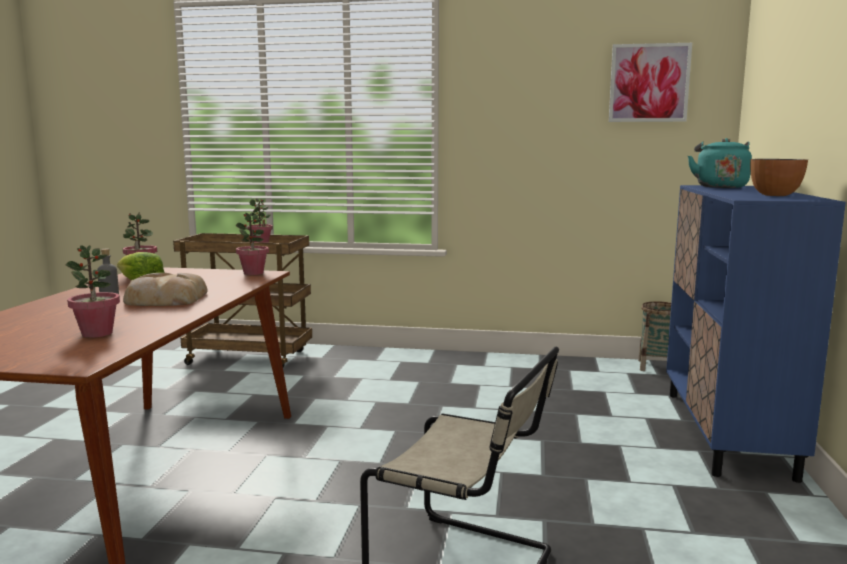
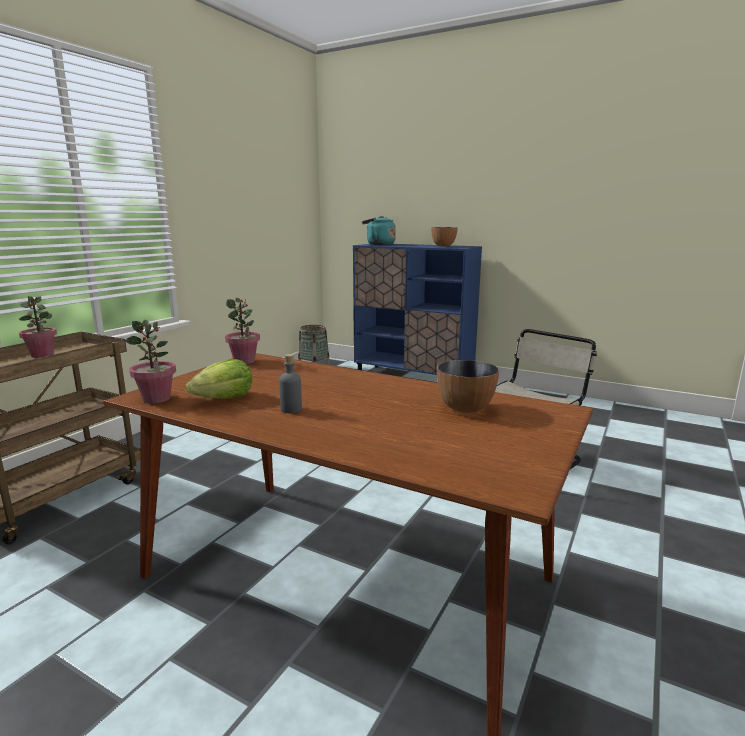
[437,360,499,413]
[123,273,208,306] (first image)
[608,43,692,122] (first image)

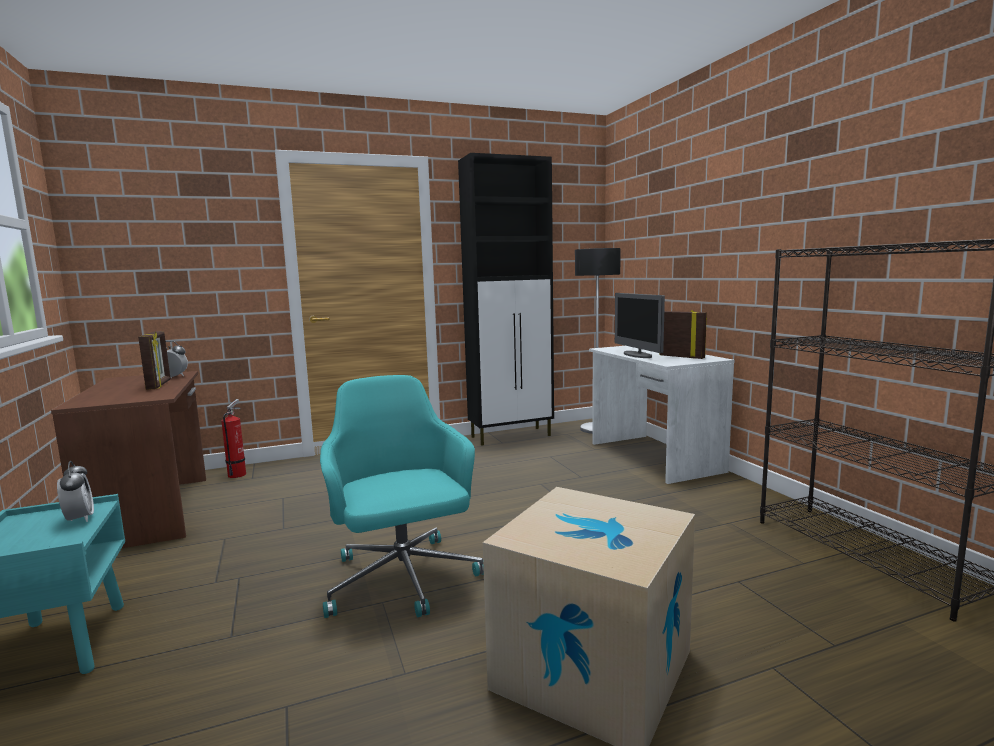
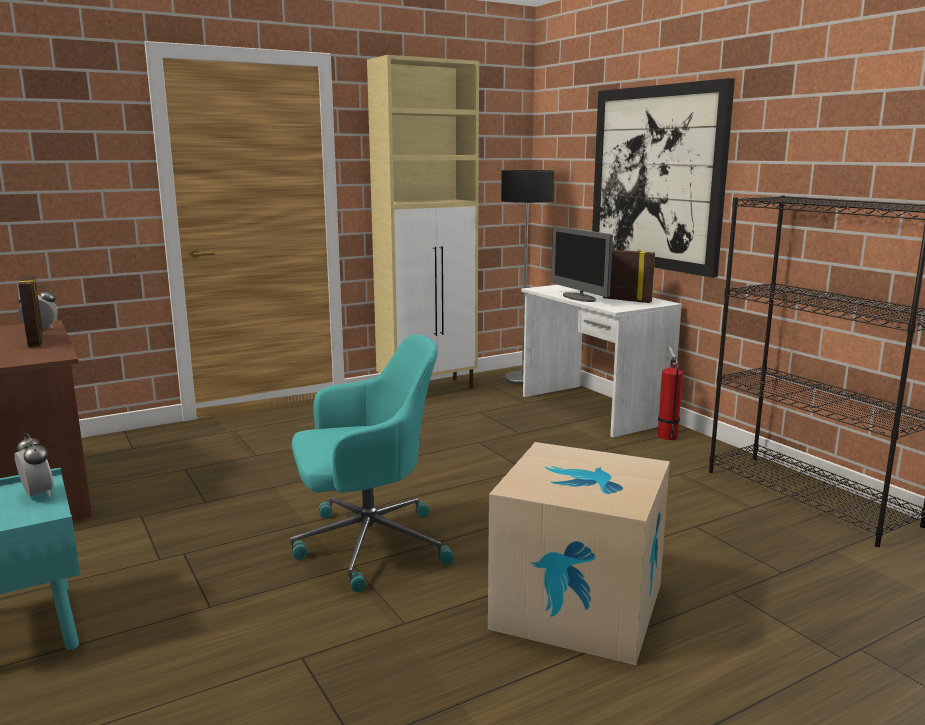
[658,347,683,440]
[290,334,454,592]
[367,55,479,388]
[592,78,735,278]

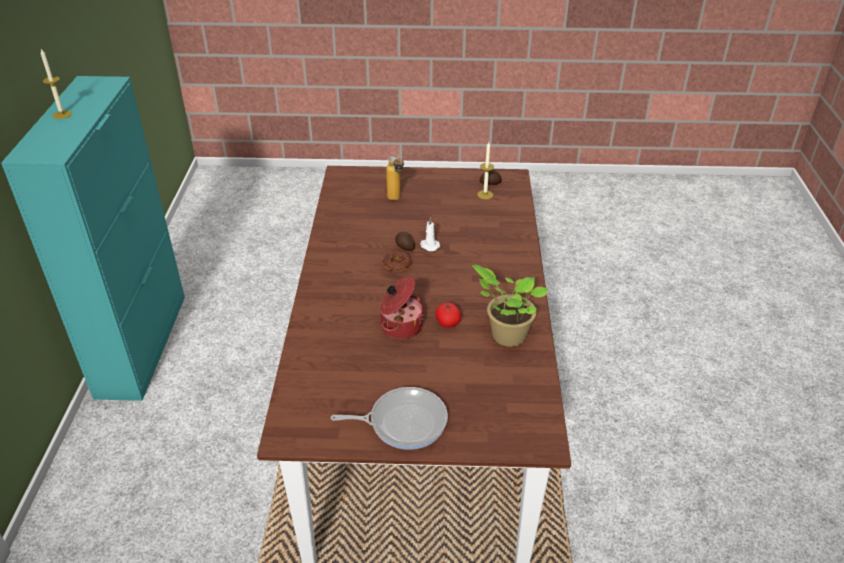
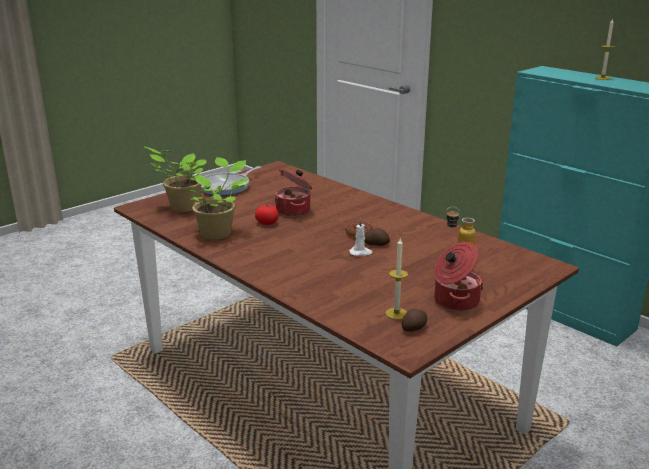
[145,147,206,212]
[434,242,483,311]

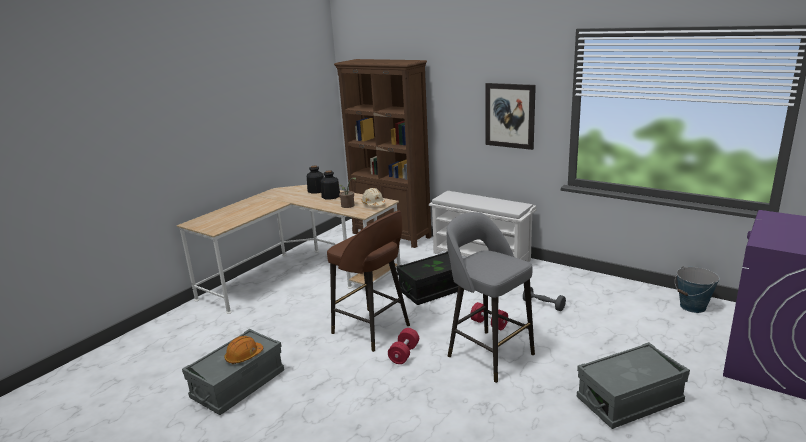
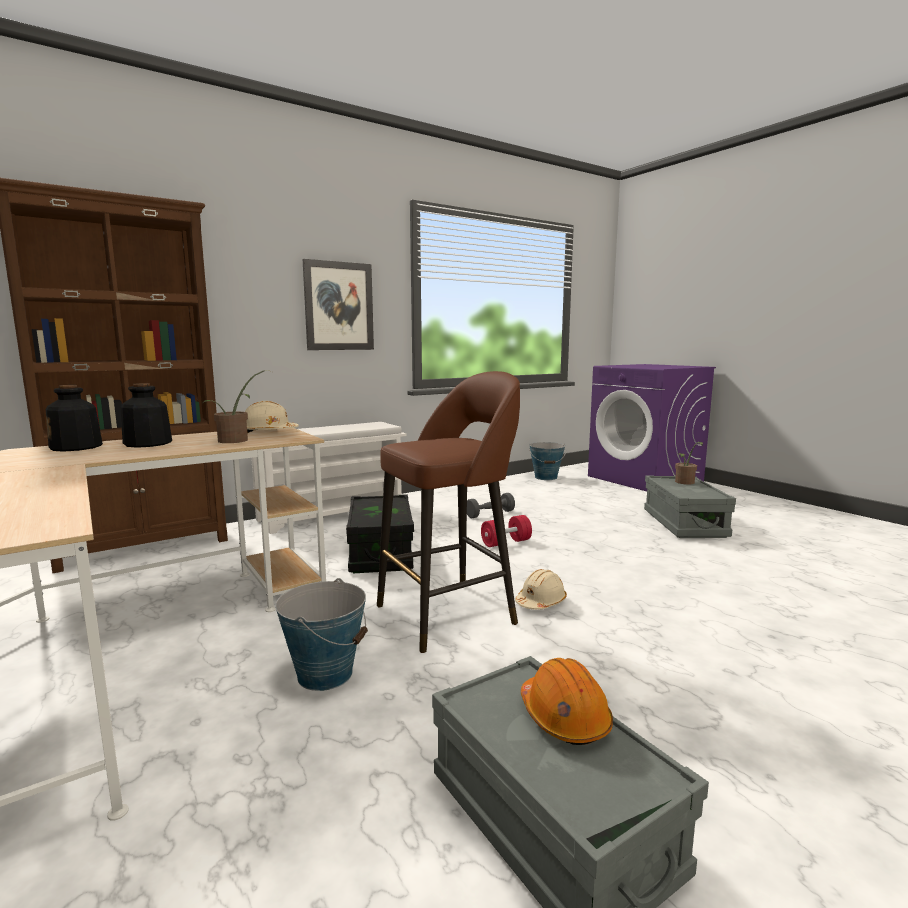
[515,569,567,610]
[447,212,535,383] (first image)
[275,578,368,691]
[675,442,703,485]

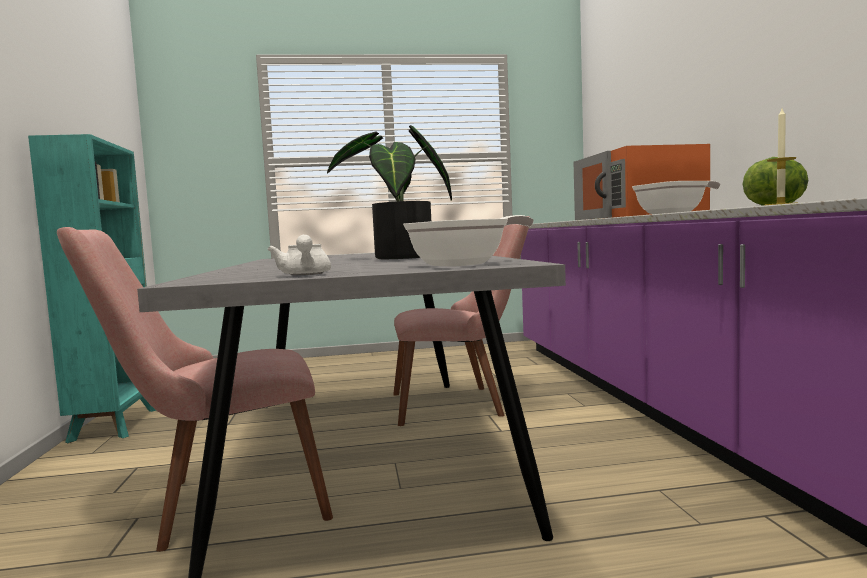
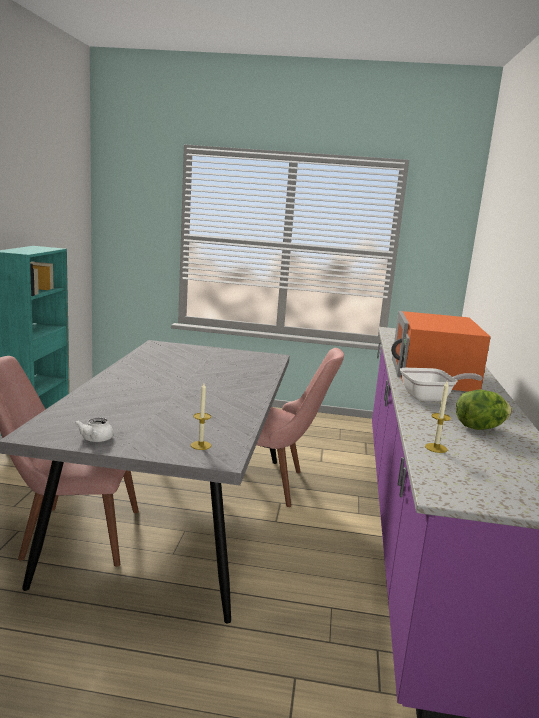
[327,125,452,259] (first image)
[191,383,211,450]

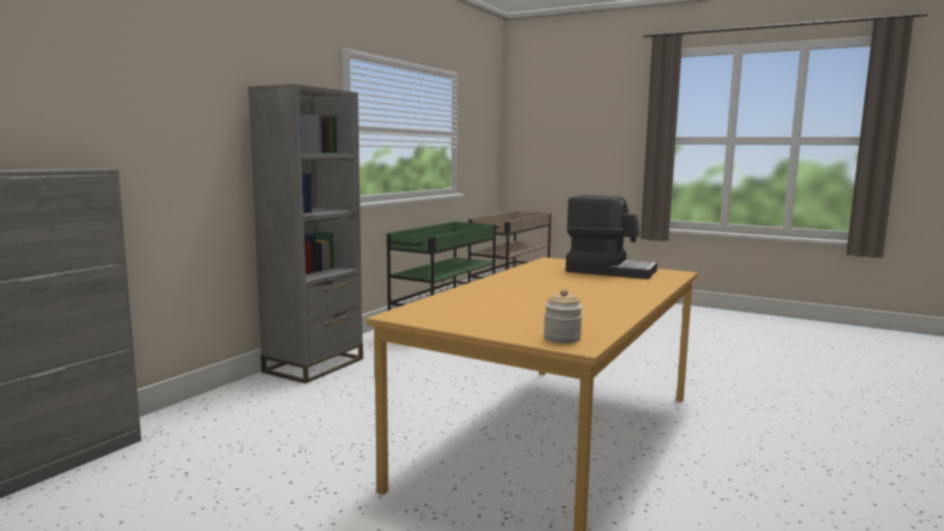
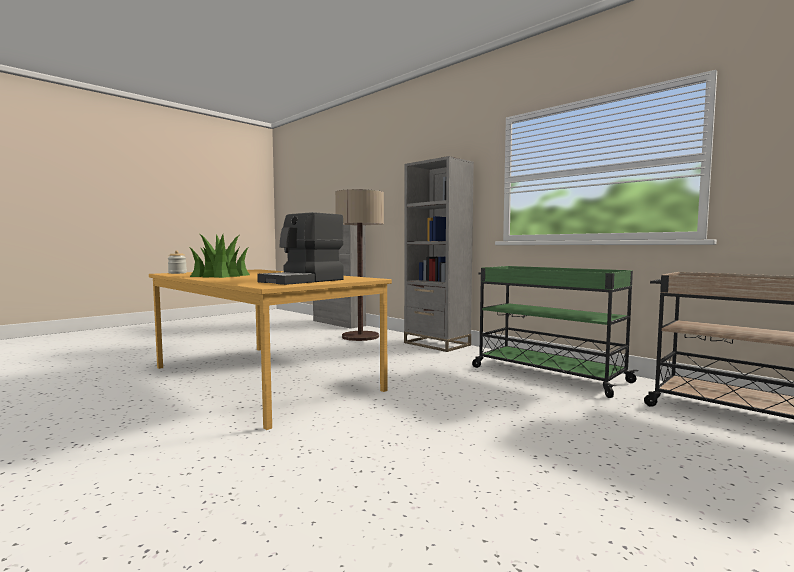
[190,234,250,278]
[335,189,384,341]

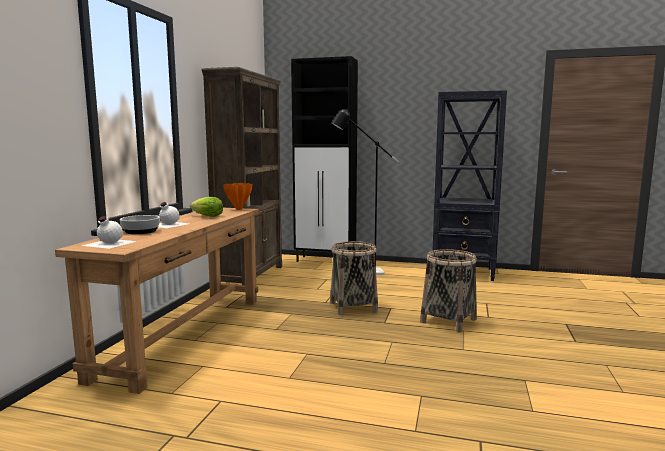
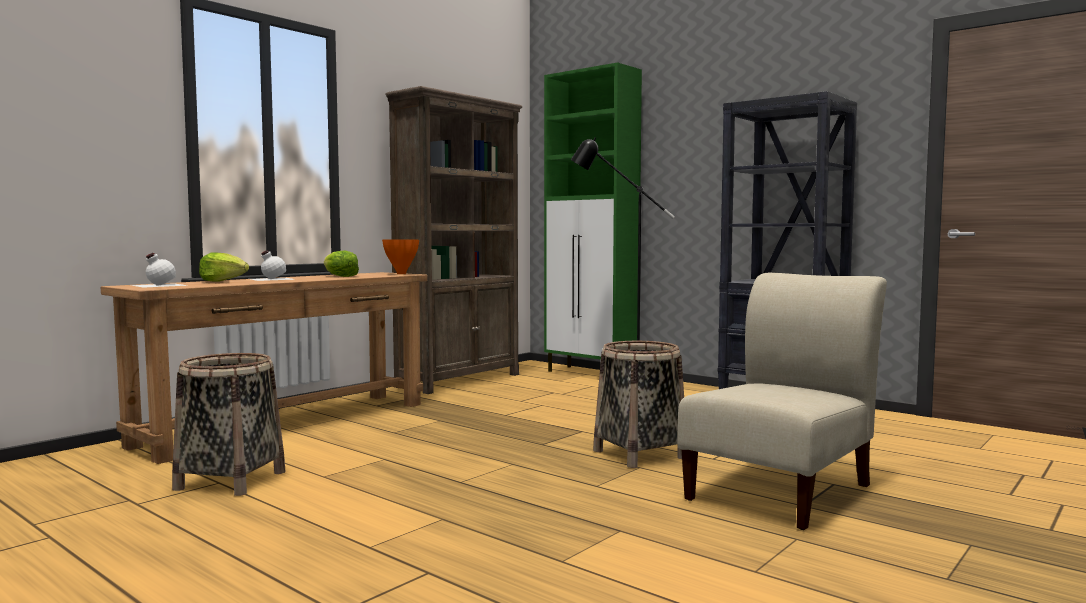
[199,252,249,282]
[544,62,642,372]
[172,353,285,496]
[678,272,887,530]

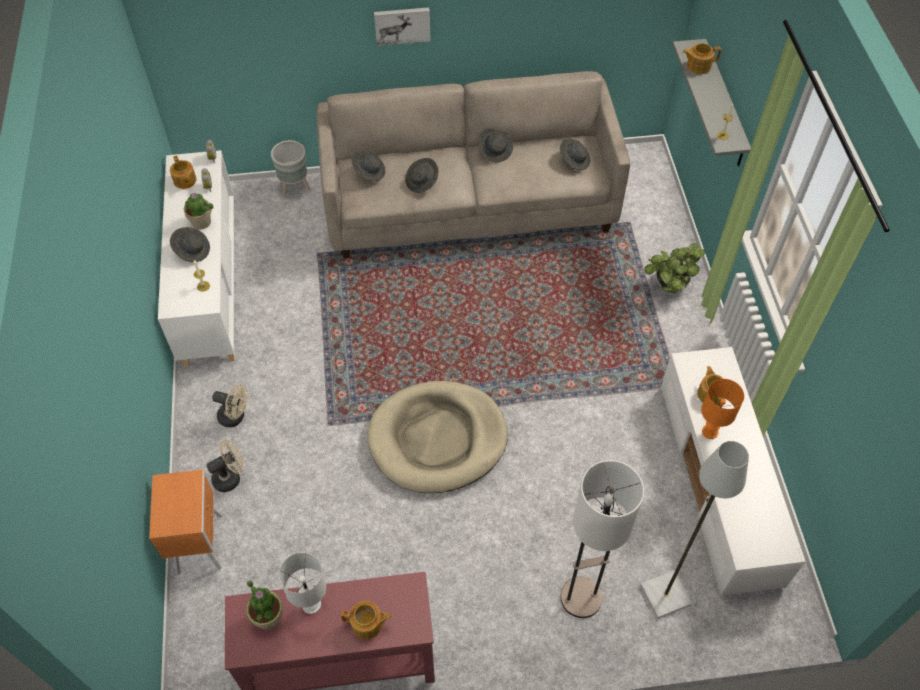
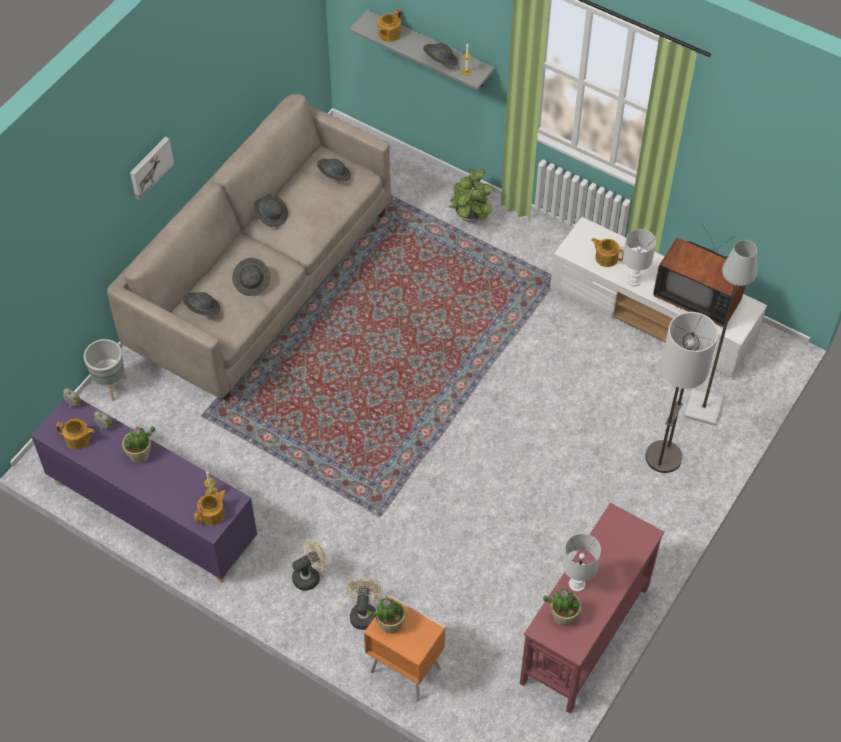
[31,399,257,583]
[423,43,458,66]
[194,490,226,526]
[367,381,508,493] (first image)
[623,229,656,286]
[368,597,405,633]
[653,226,745,327]

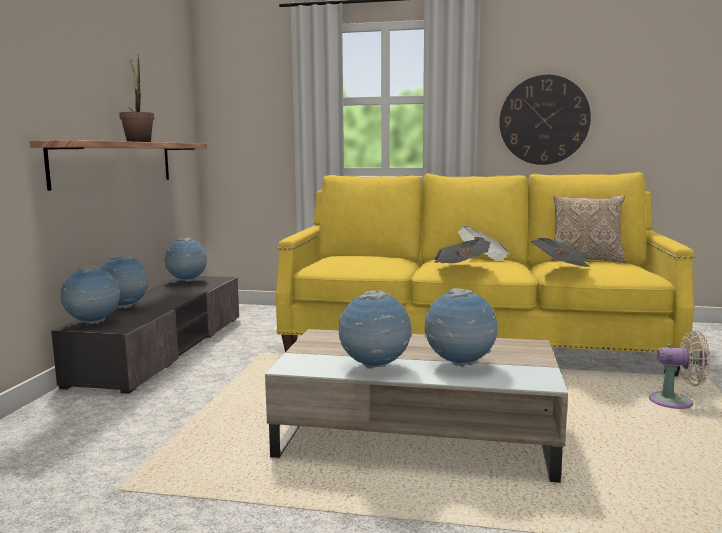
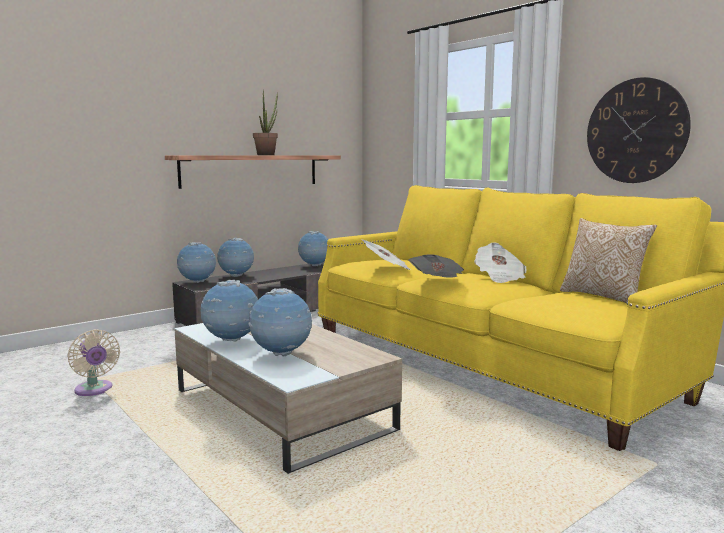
[361,239,410,270]
[67,329,120,396]

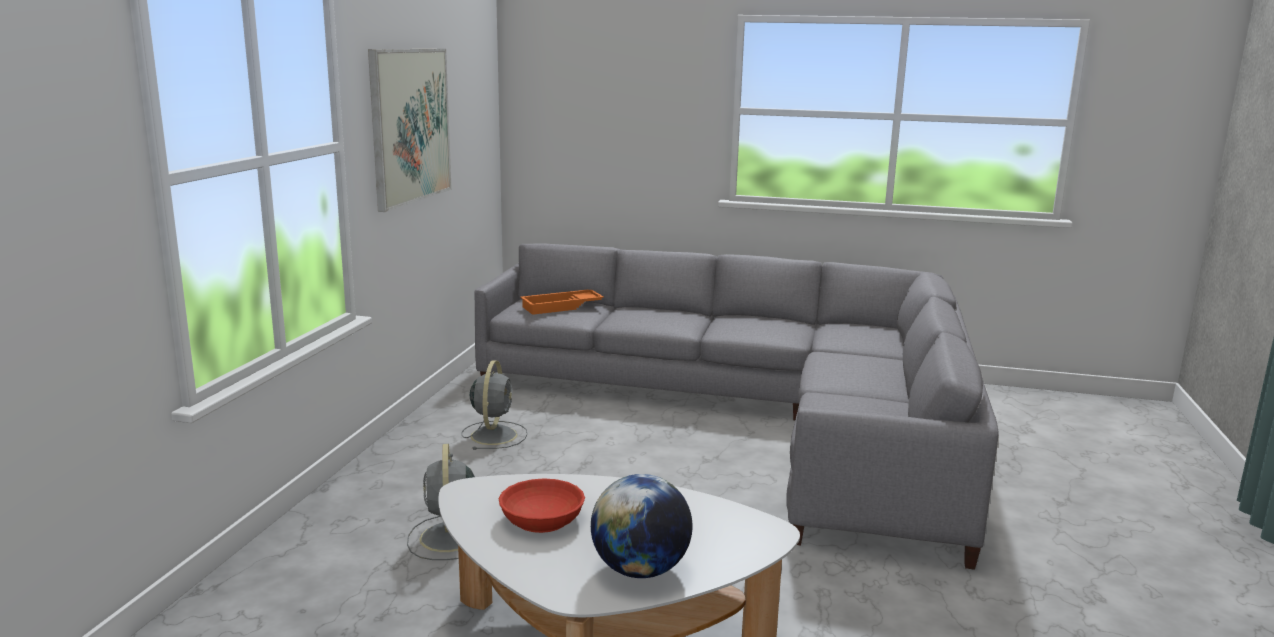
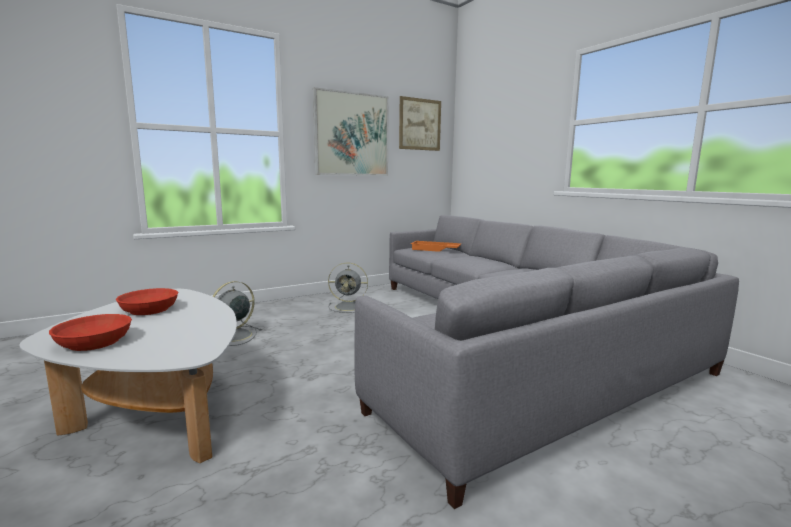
[328,263,368,313]
[49,314,132,351]
[399,96,441,151]

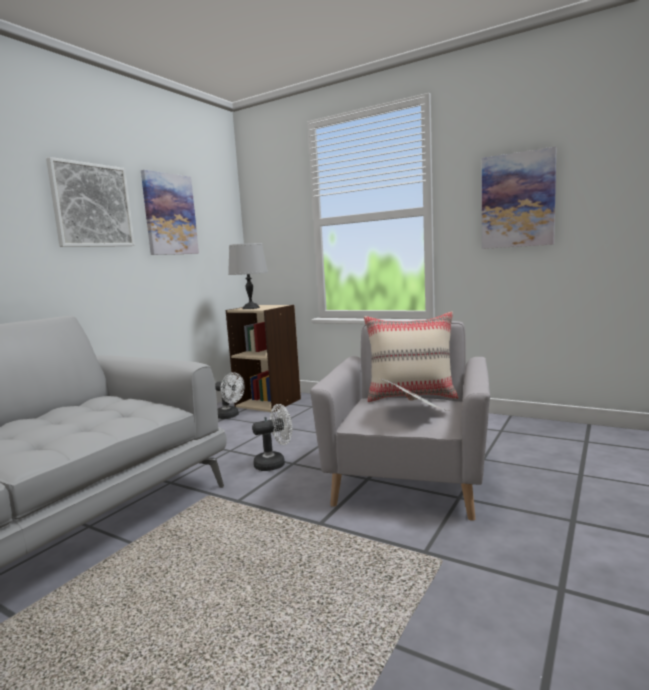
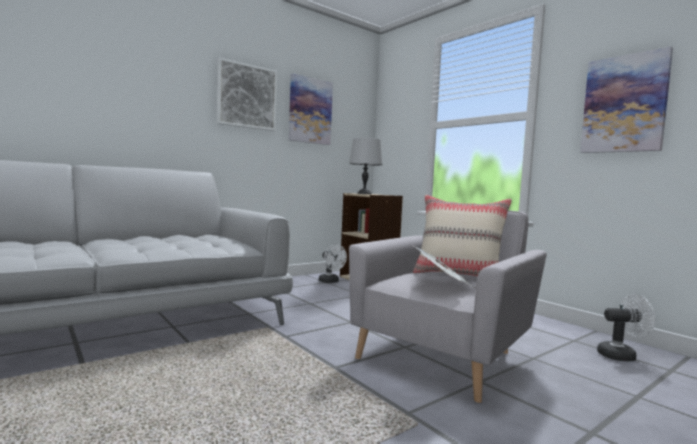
[597,294,655,361]

